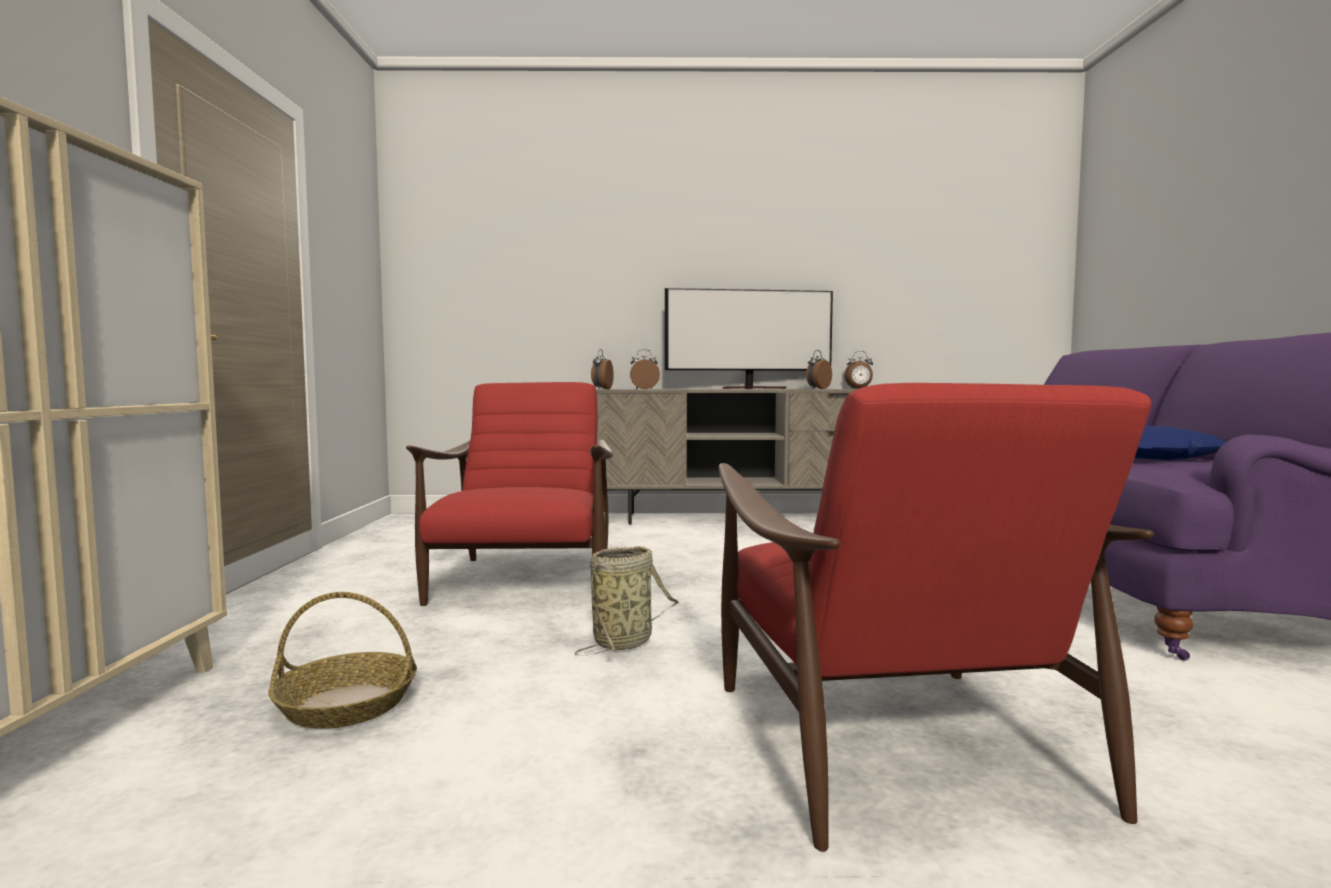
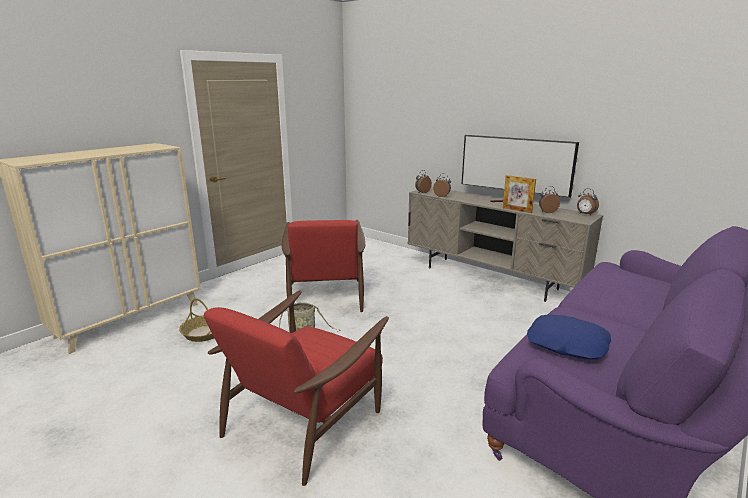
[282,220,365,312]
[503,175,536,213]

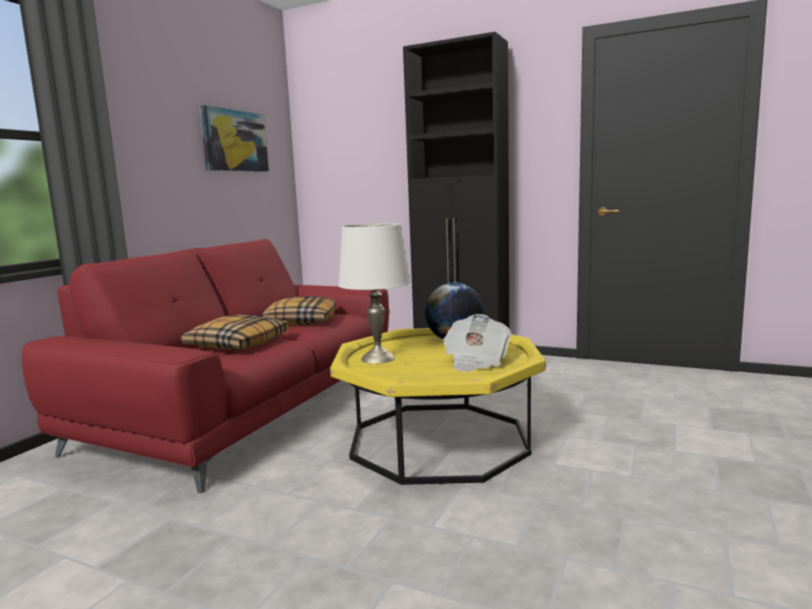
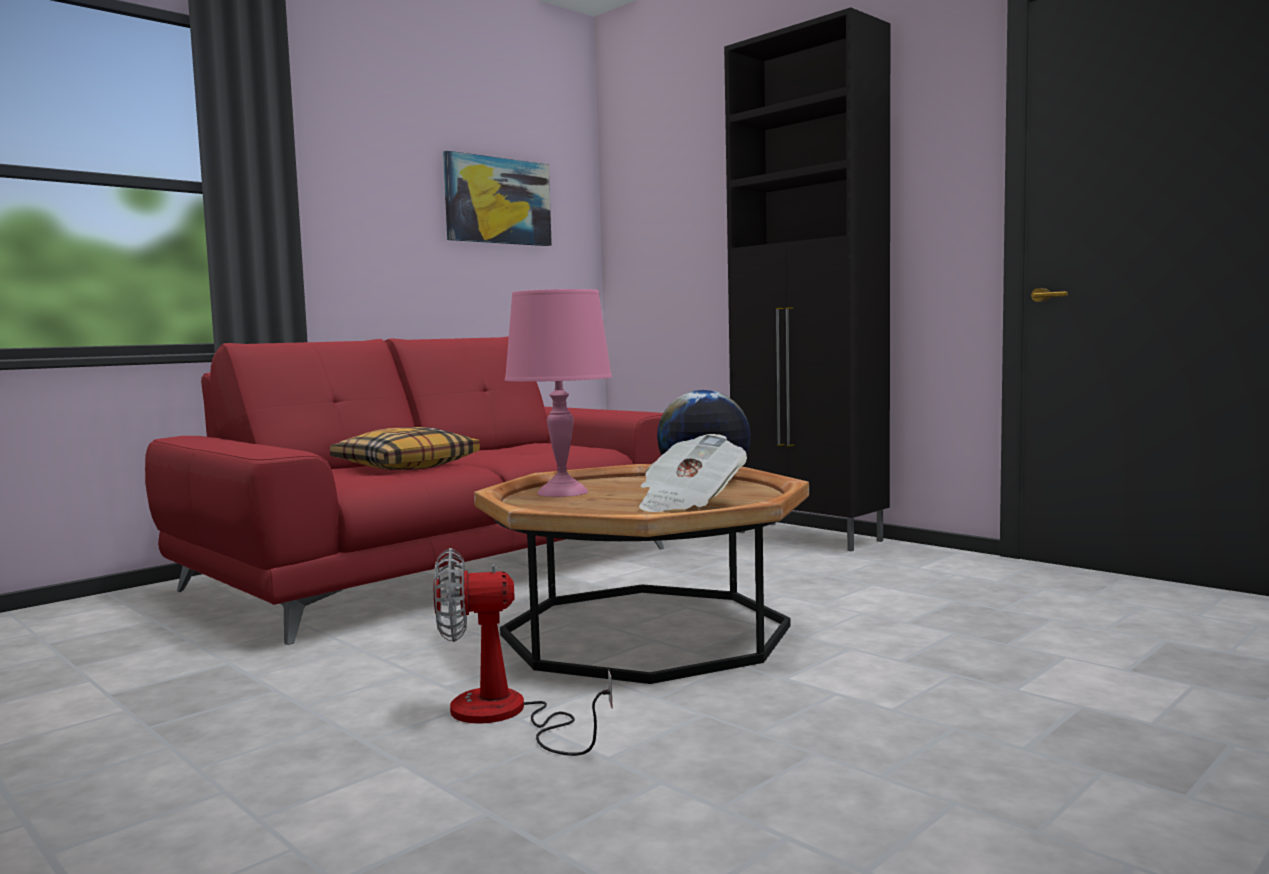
[262,296,336,325] (first image)
[474,464,809,684]
[505,289,612,497]
[434,548,613,756]

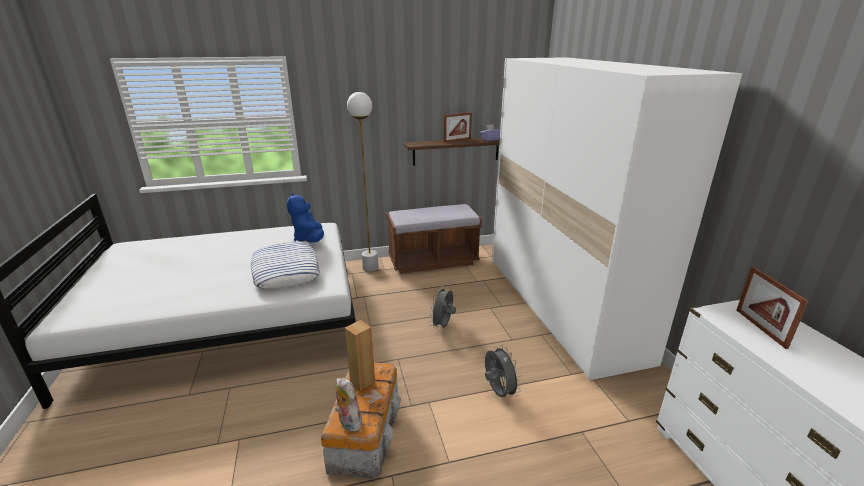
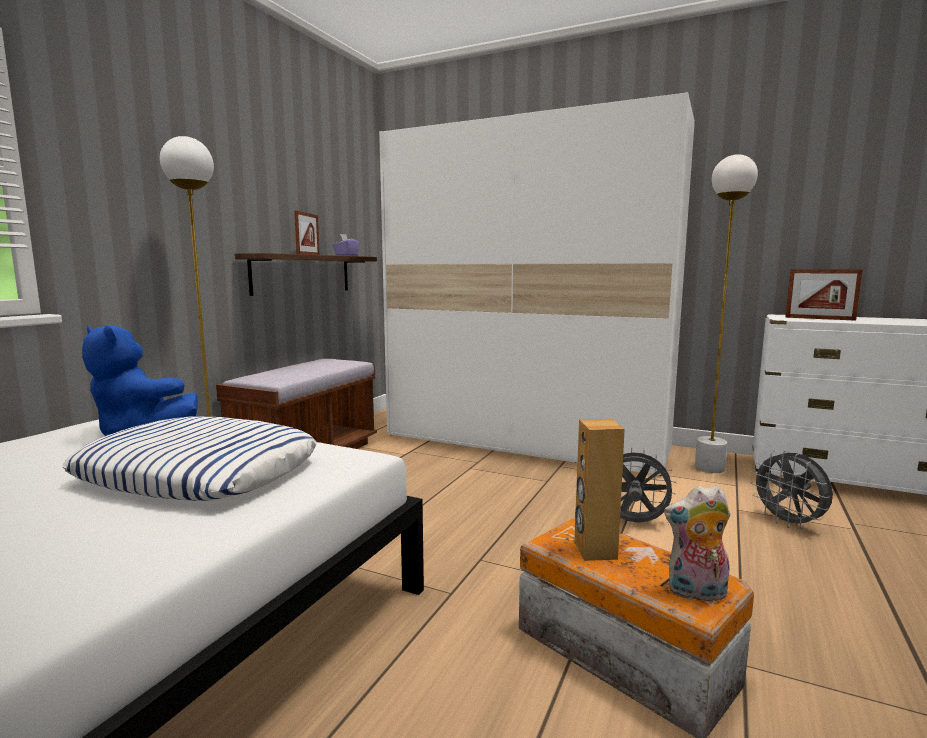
[750,450,833,529]
[695,154,758,473]

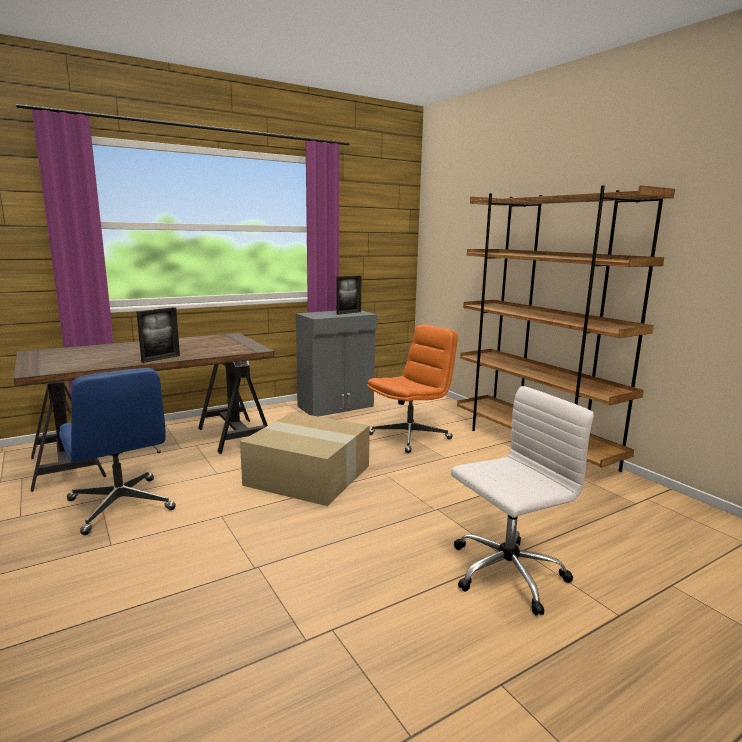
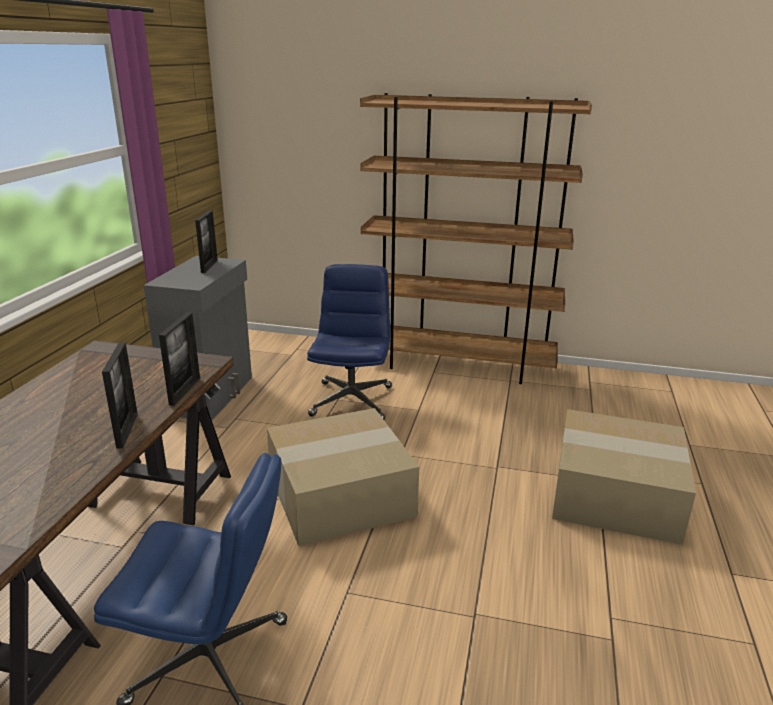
[307,264,392,420]
[552,409,696,545]
[159,312,200,406]

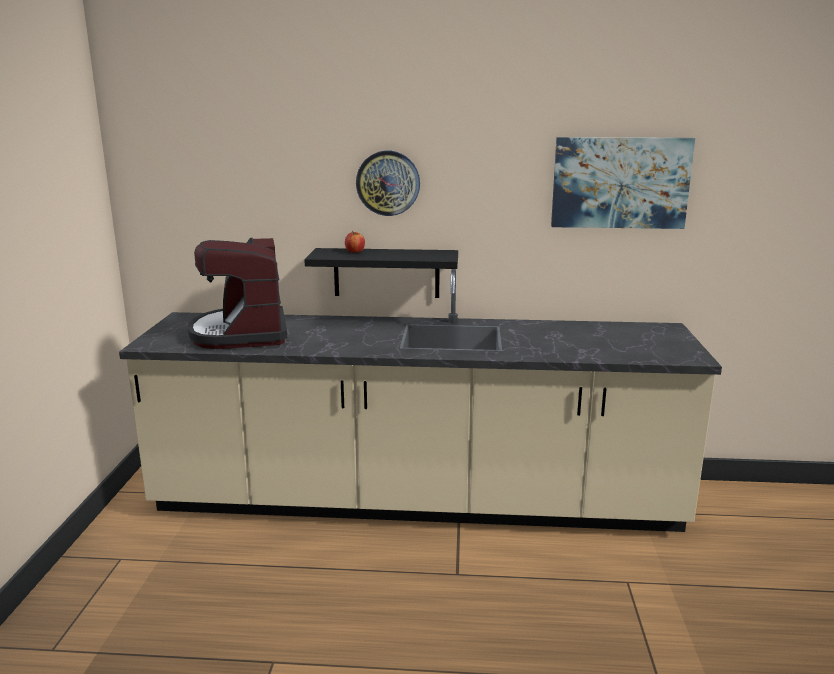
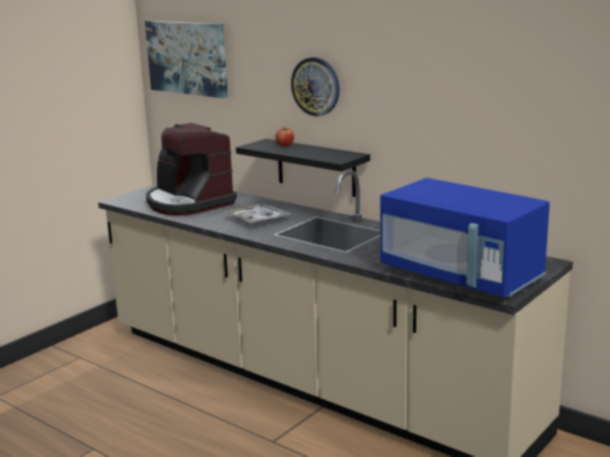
[146,123,237,216]
[145,21,228,98]
[226,204,291,224]
[380,178,550,298]

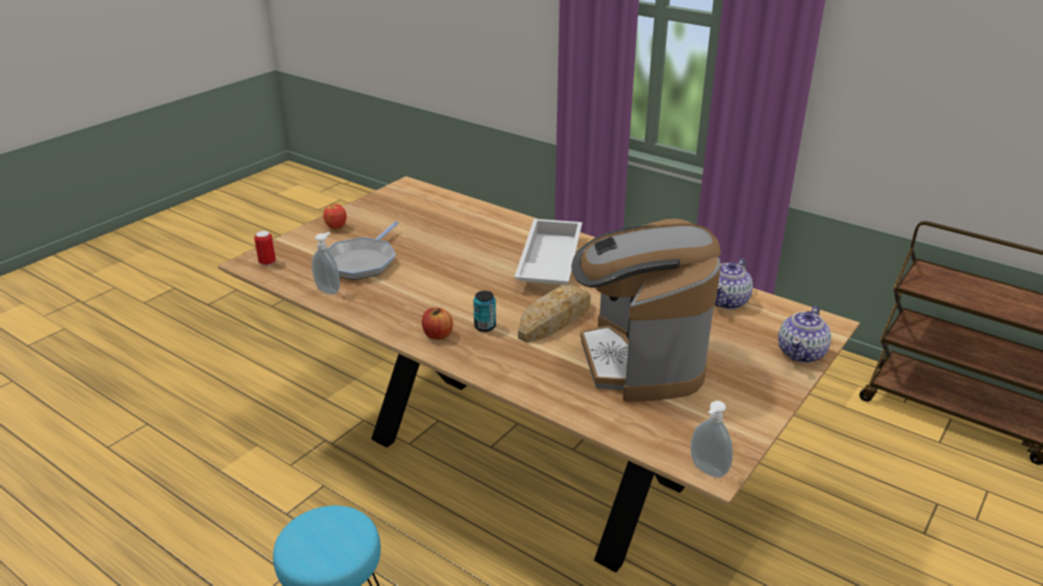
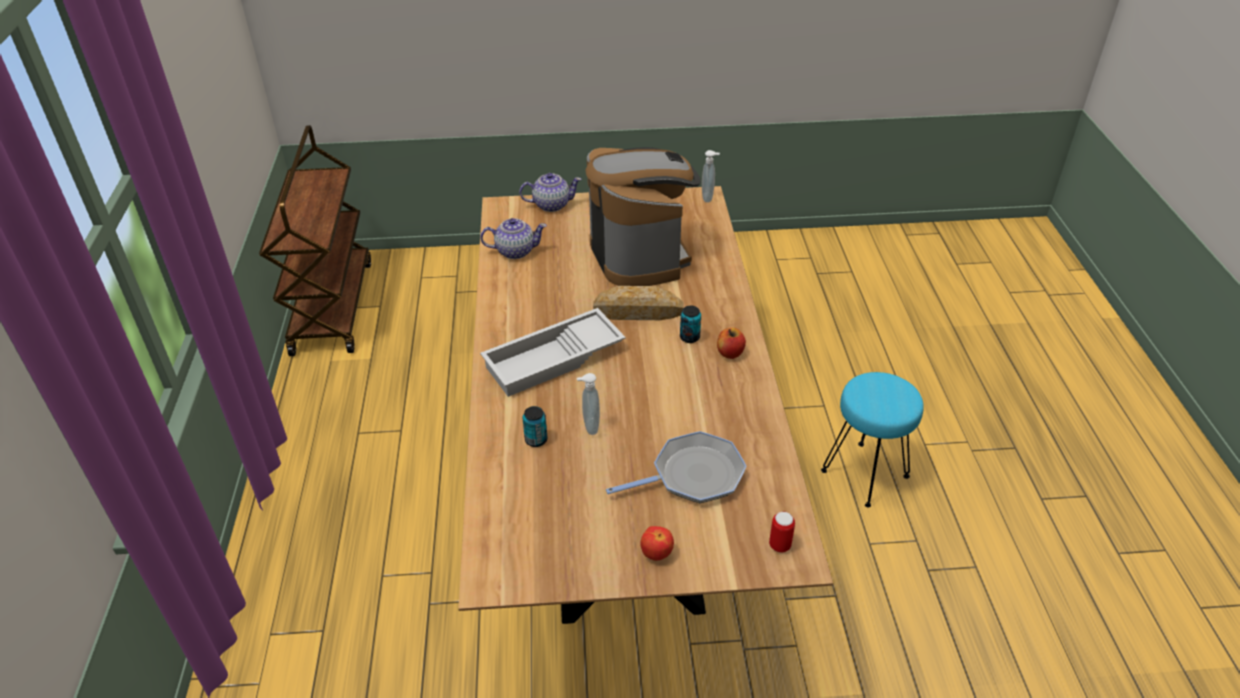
[577,373,600,435]
[586,147,701,286]
[523,406,548,447]

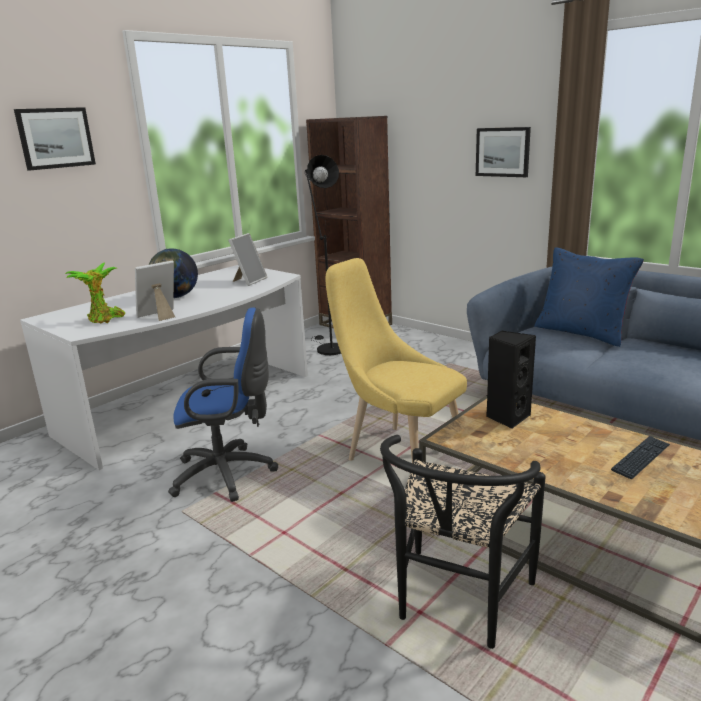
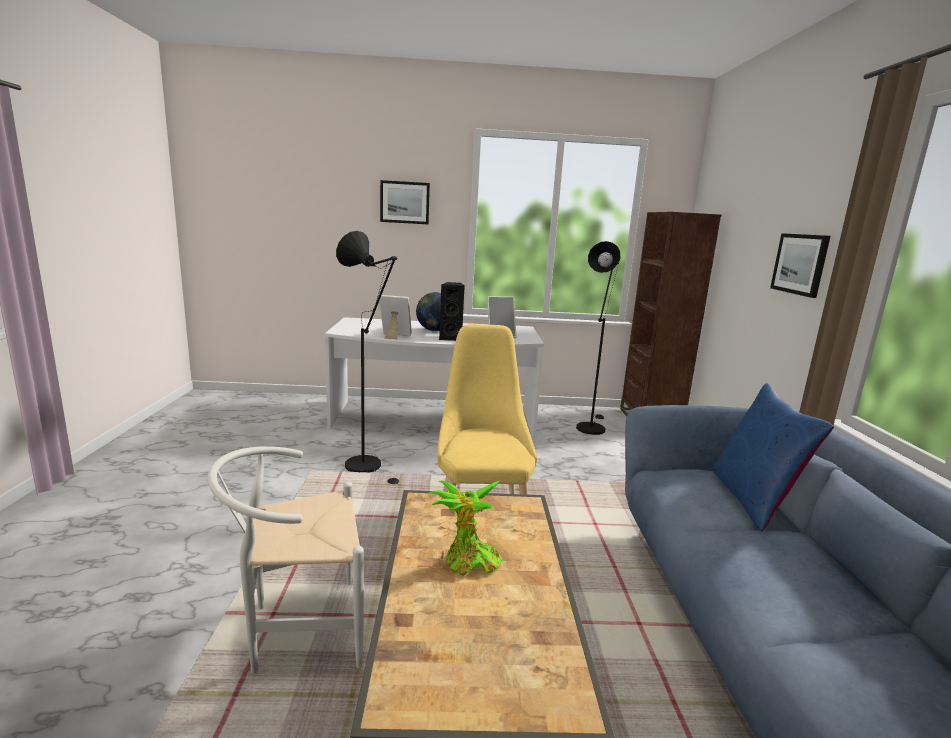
[429,480,503,576]
[336,231,399,484]
[208,446,364,673]
[439,282,465,341]
[611,436,670,479] (first image)

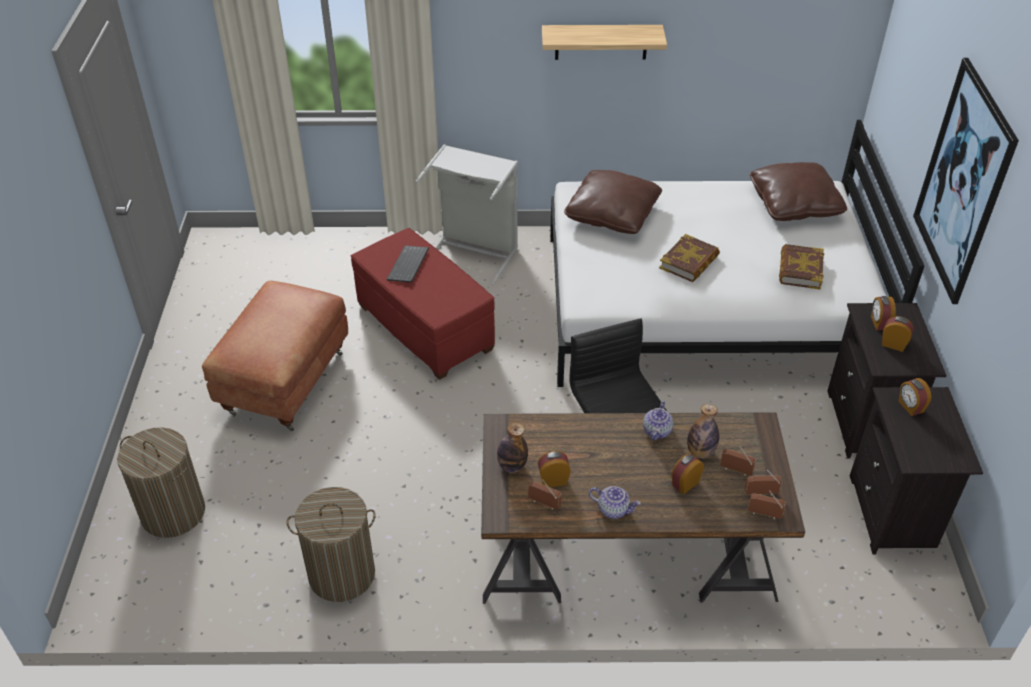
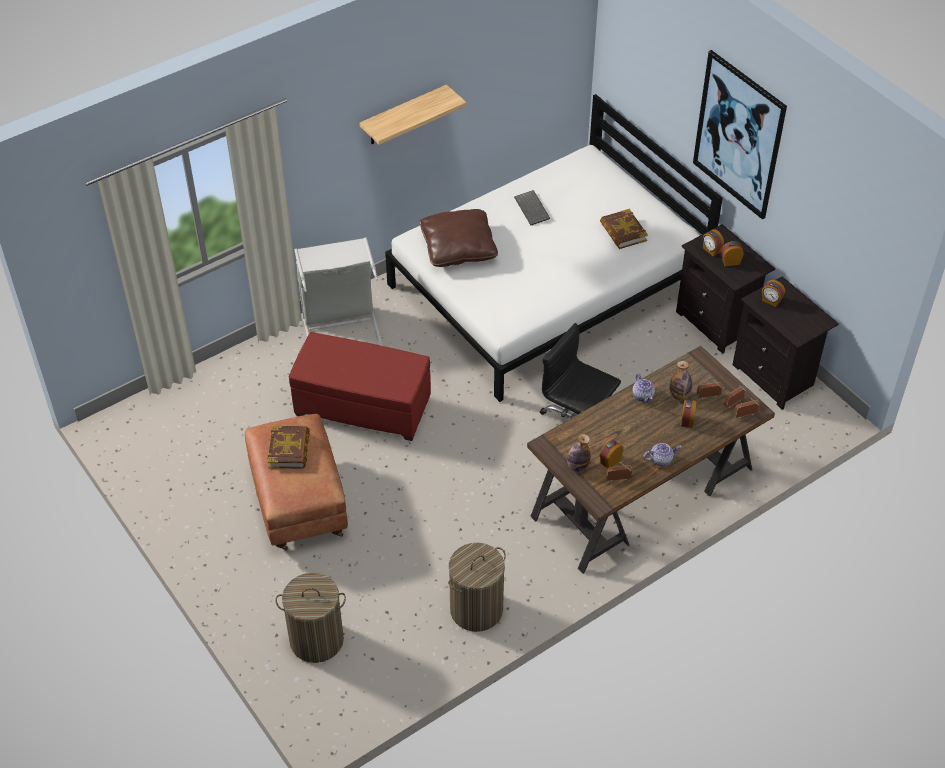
[514,190,550,225]
[268,425,310,469]
[749,162,847,221] (first image)

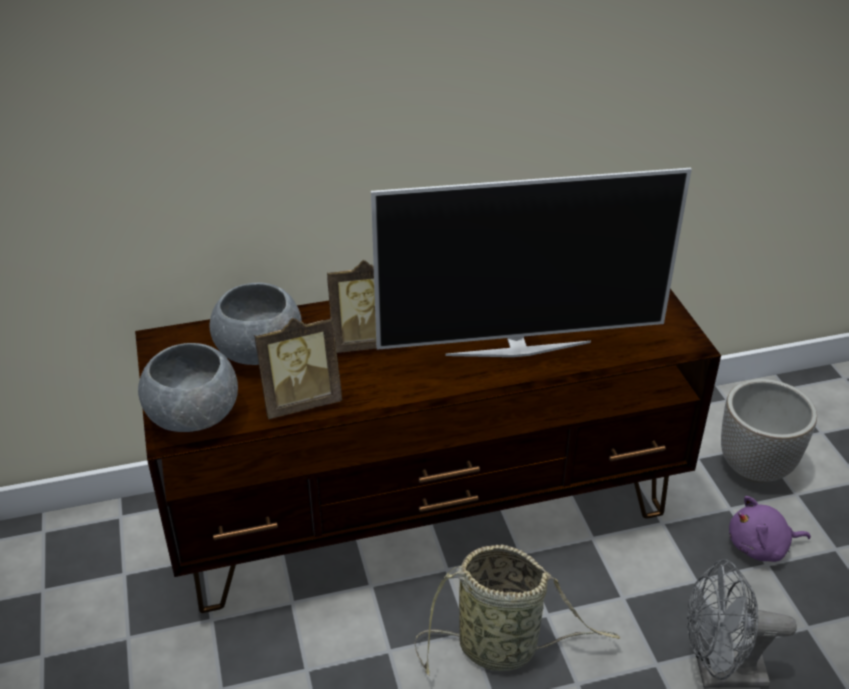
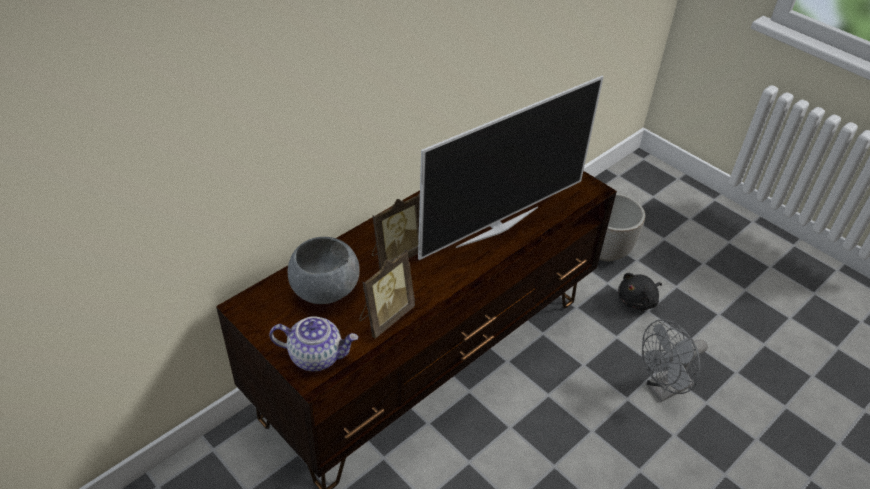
[269,316,359,371]
[415,544,621,676] (first image)
[618,273,662,310]

